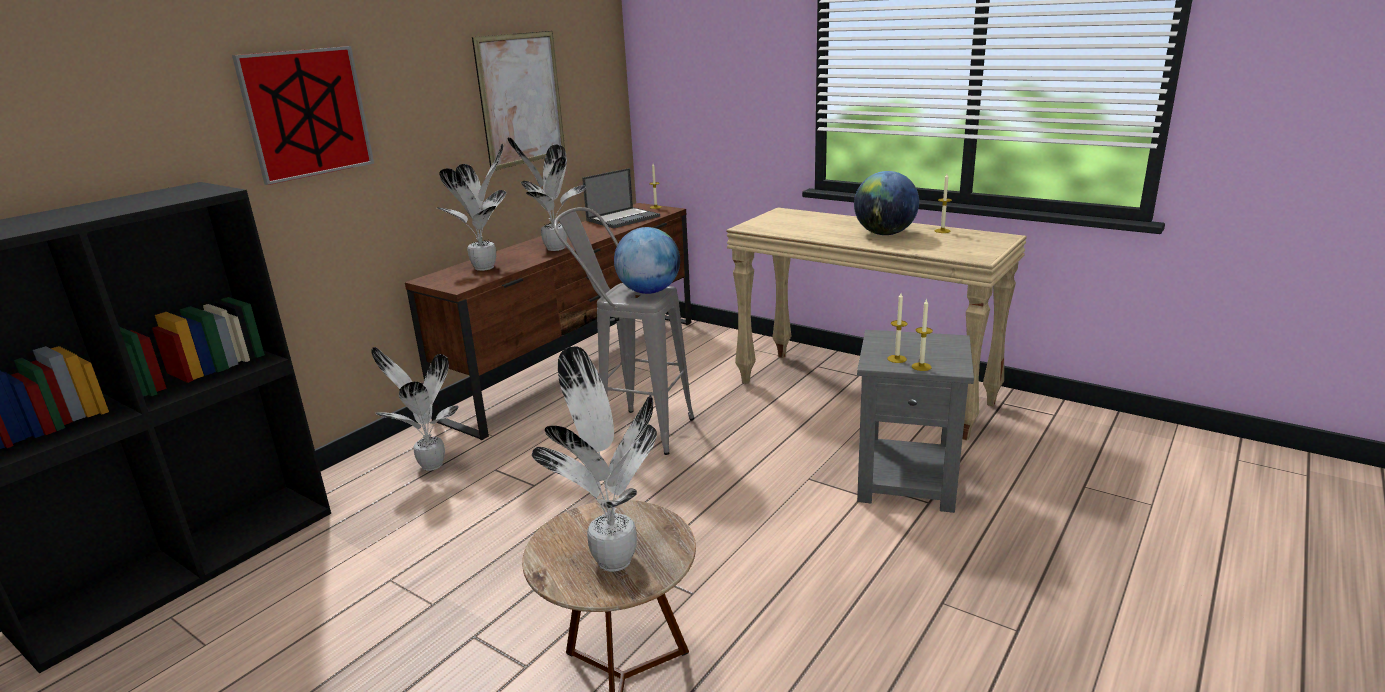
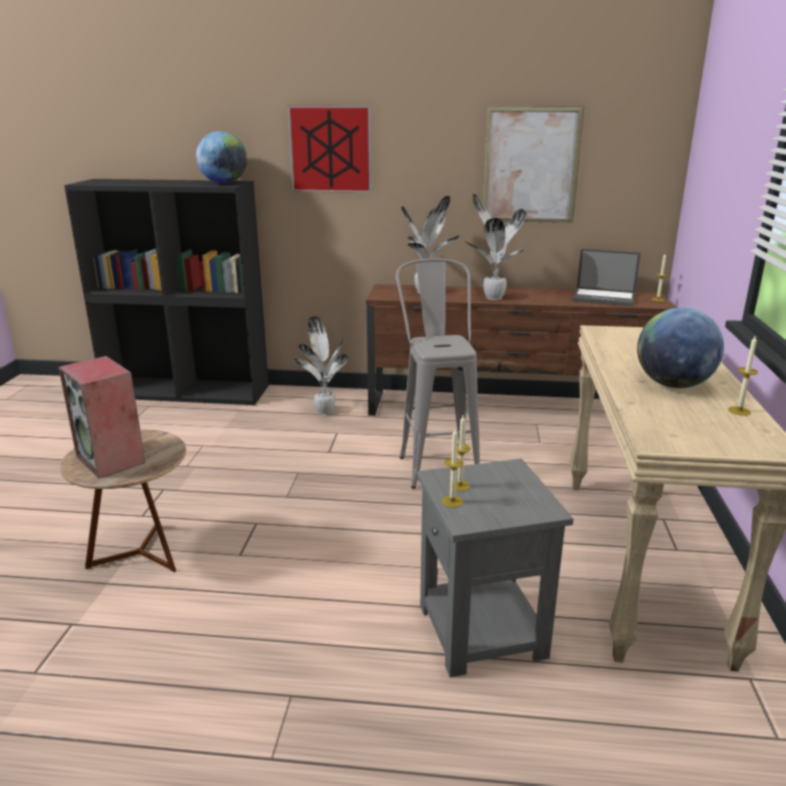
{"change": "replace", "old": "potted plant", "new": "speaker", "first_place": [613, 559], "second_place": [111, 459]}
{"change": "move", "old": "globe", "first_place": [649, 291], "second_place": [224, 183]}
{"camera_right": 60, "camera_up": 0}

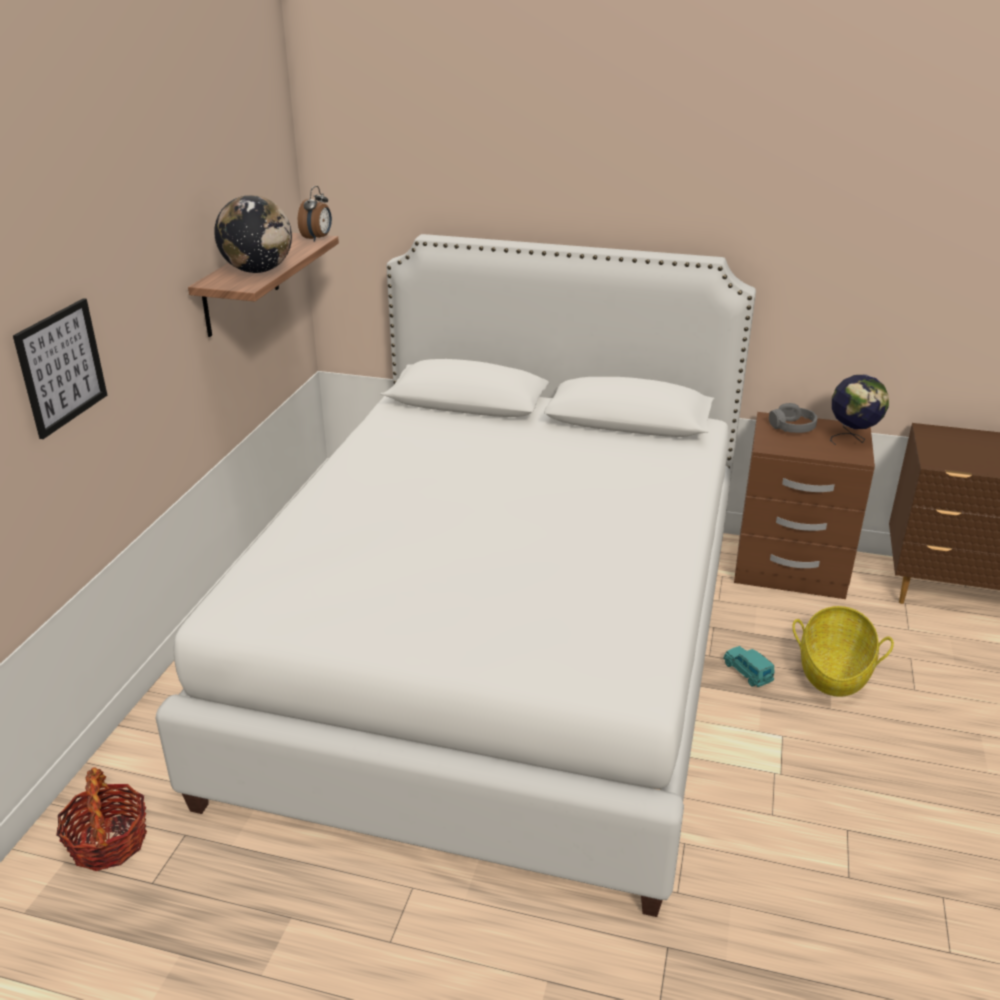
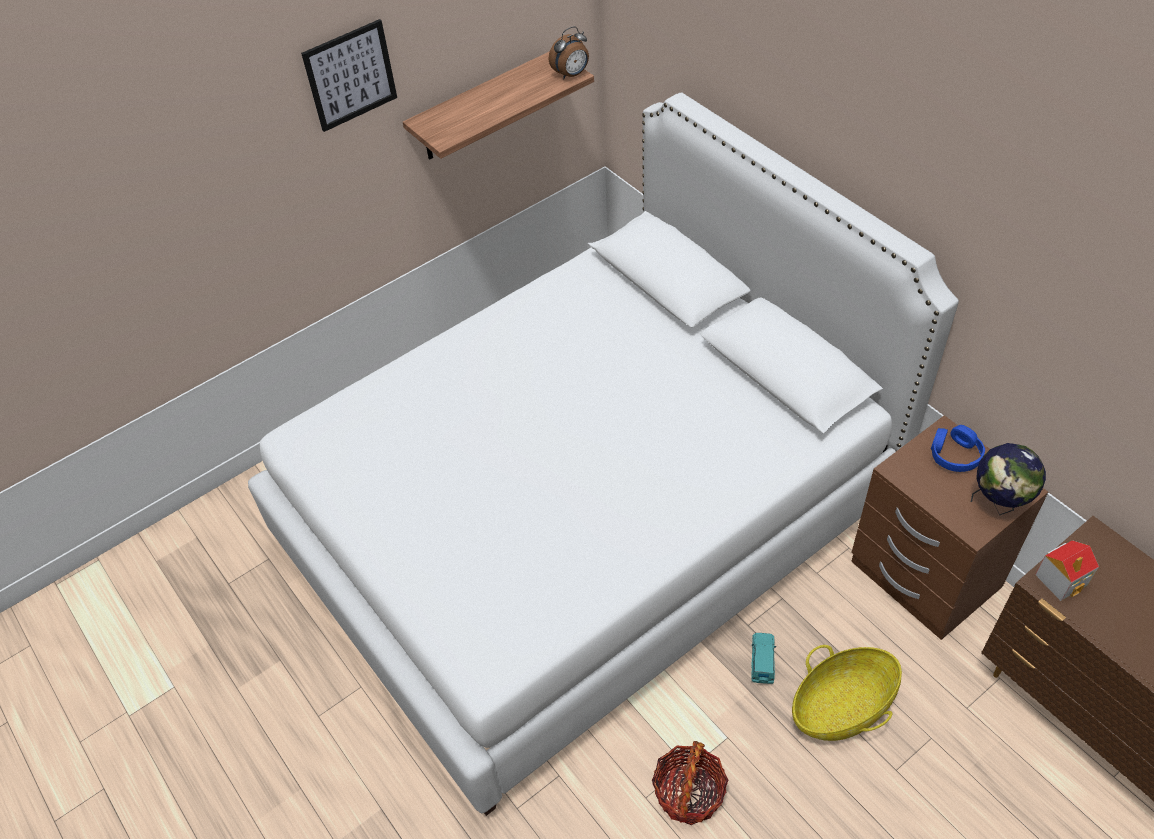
{"change": "move", "old": "picture", "first_place": [61, 367], "second_place": [350, 75]}
{"change": "move", "old": "basket", "first_place": [109, 842], "second_place": [689, 793]}
{"change": "delete", "old": "globe", "first_place": [258, 271]}
{"change": "recolor", "old": "headphones in grey", "new": "headphones in blue", "first_place": [792, 427], "second_place": [954, 454]}
{"change": "insert", "new": "toy house", "second_place": [1061, 579]}
{"camera_right": 40, "camera_up": 20}

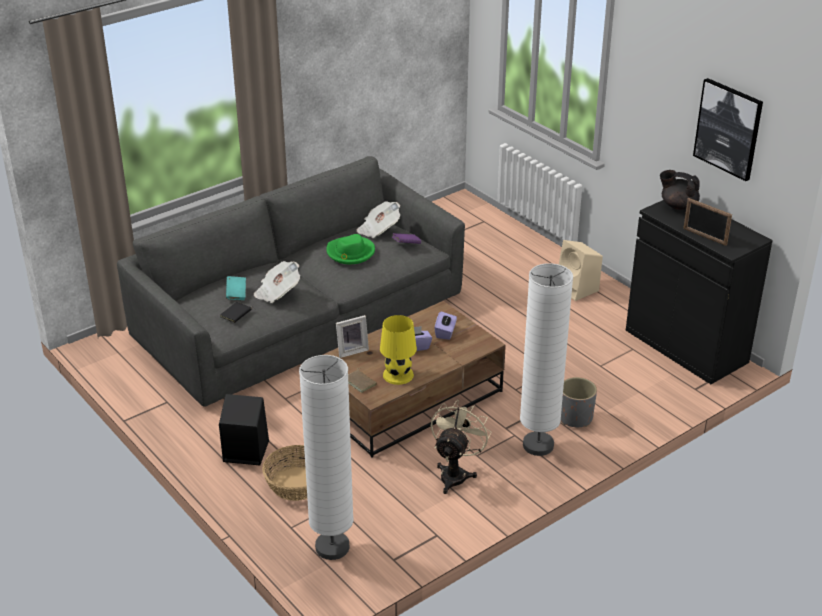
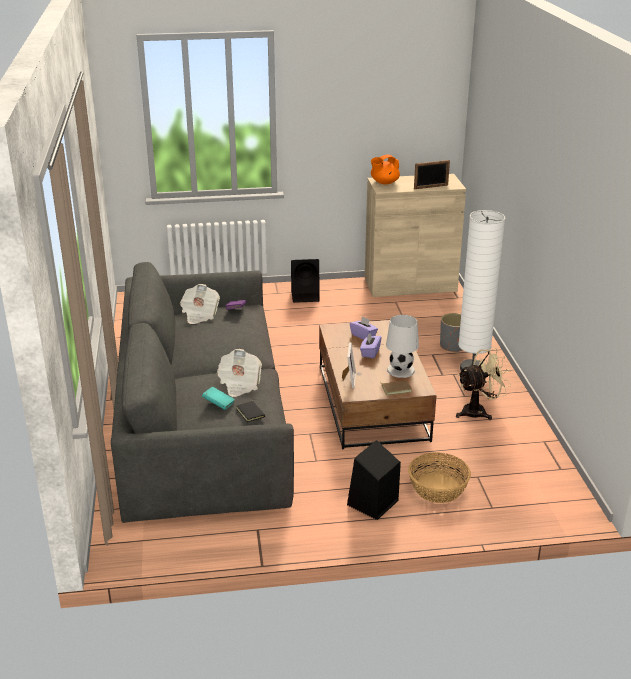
{"change": "delete", "old": "floor lamp in white", "first_place": [332, 547]}
{"change": "delete", "old": "hat in green", "first_place": [350, 253]}
{"change": "recolor", "old": "table lamp in yellow", "new": "table lamp in white", "first_place": [398, 374], "second_place": [400, 370]}
{"change": "rotate", "old": "fan in beige", "first_place": [455, 473], "second_place": [479, 411], "degrees": 105}
{"change": "recolor", "old": "speaker in beige", "new": "speaker in black", "first_place": [577, 289], "second_place": [306, 296]}
{"change": "recolor", "old": "cabinet in black", "new": "cabinet in beige", "first_place": [686, 346], "second_place": [410, 284]}
{"change": "recolor", "old": "teapot in black", "new": "teapot in orange", "first_place": [678, 206], "second_place": [384, 182]}
{"change": "delete", "old": "picture", "first_place": [728, 128]}
{"camera_right": -60, "camera_up": -5}

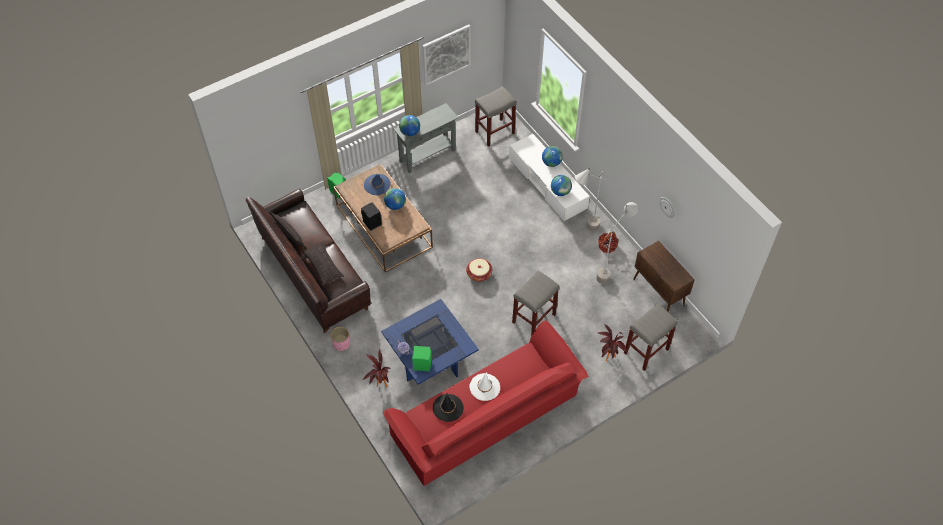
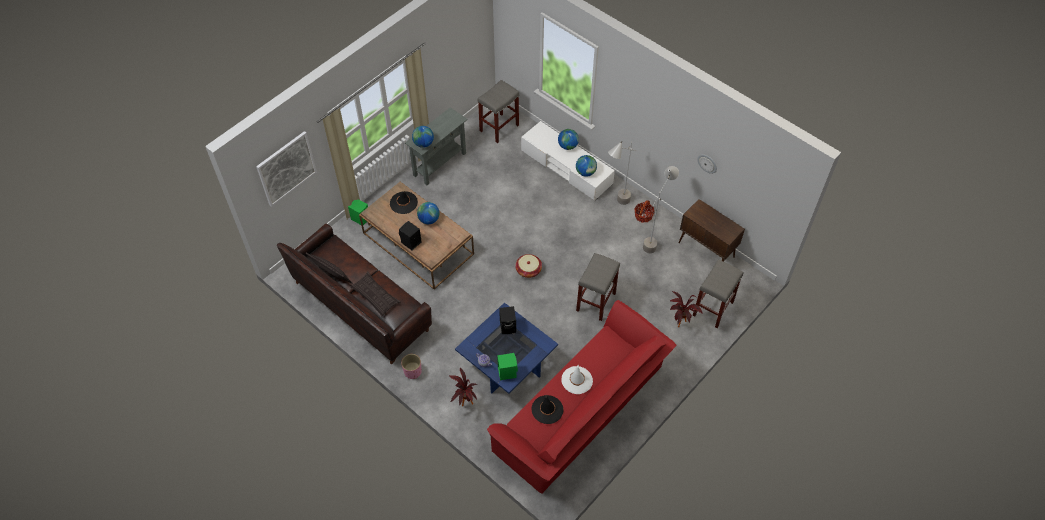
{"change": "recolor", "old": "hat in blue", "new": "hat in black", "first_place": [377, 184], "second_place": [403, 203]}
{"change": "move", "old": "picture", "first_place": [446, 54], "second_place": [286, 168]}
{"change": "insert", "new": "speaker in black", "second_place": [508, 326]}
{"camera_right": -15, "camera_up": 0}

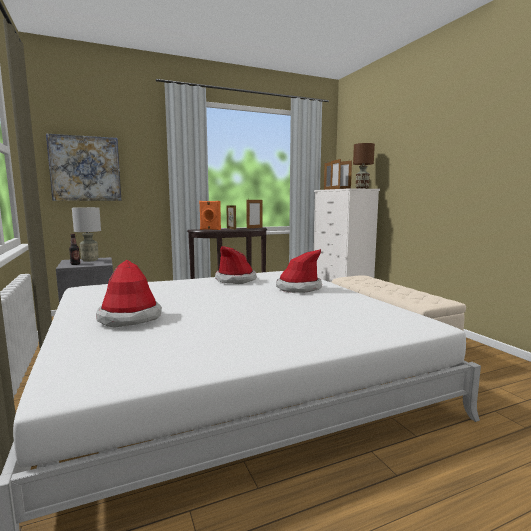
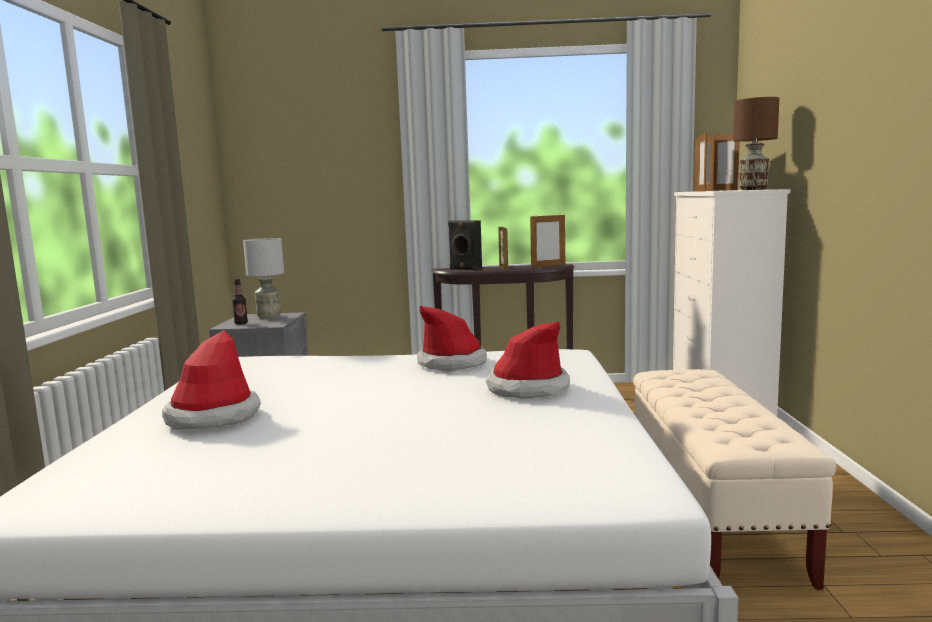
{"change": "delete", "old": "picture", "first_place": [85, 169]}
{"change": "recolor", "old": "speaker in orange", "new": "speaker in black", "first_place": [210, 229], "second_place": [465, 269]}
{"camera_right": 25, "camera_up": 0}

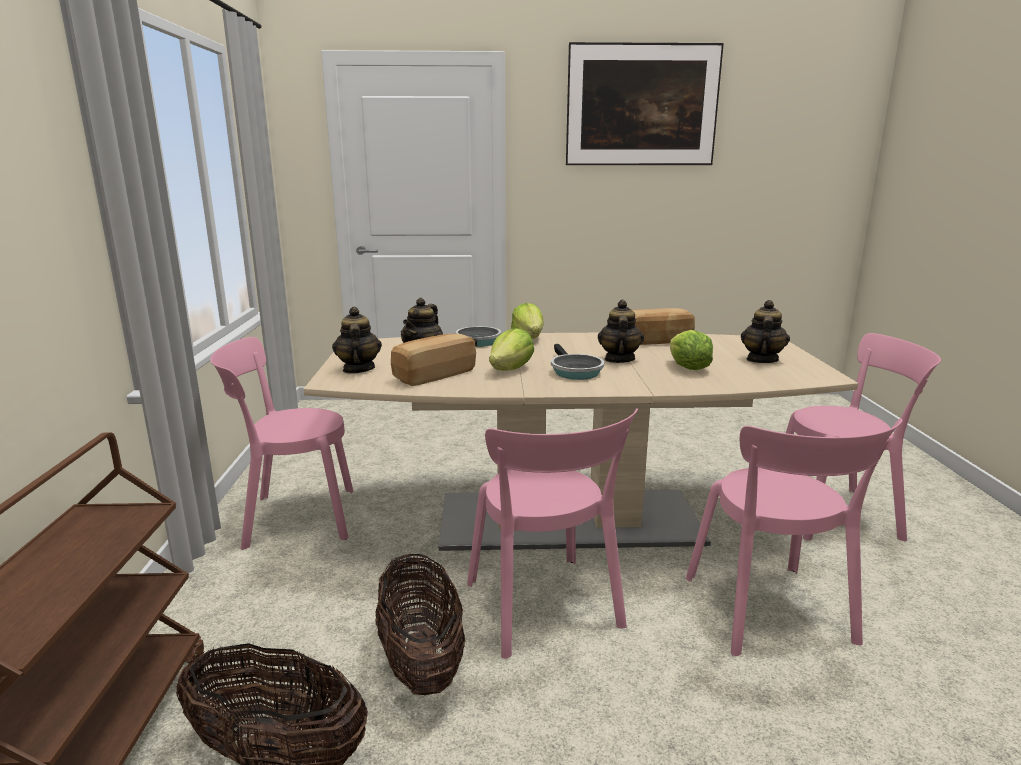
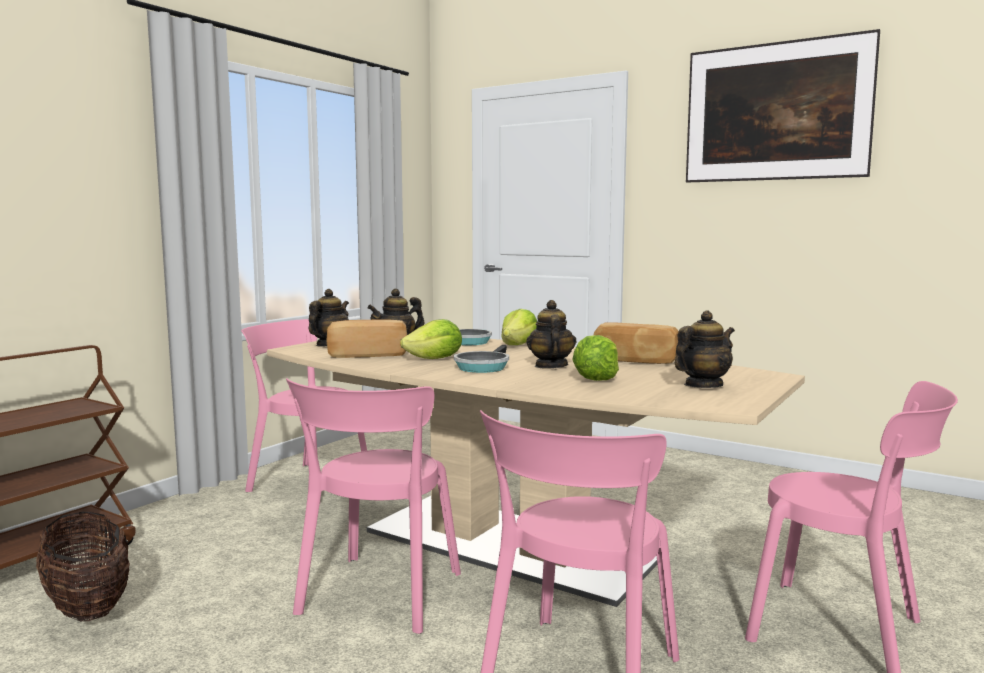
{"change": "delete", "old": "basket", "first_place": [421, 661]}
{"change": "rotate", "old": "teapot", "first_place": [619, 359], "second_place": [550, 366], "degrees": -45}
{"camera_right": 35, "camera_up": -10}

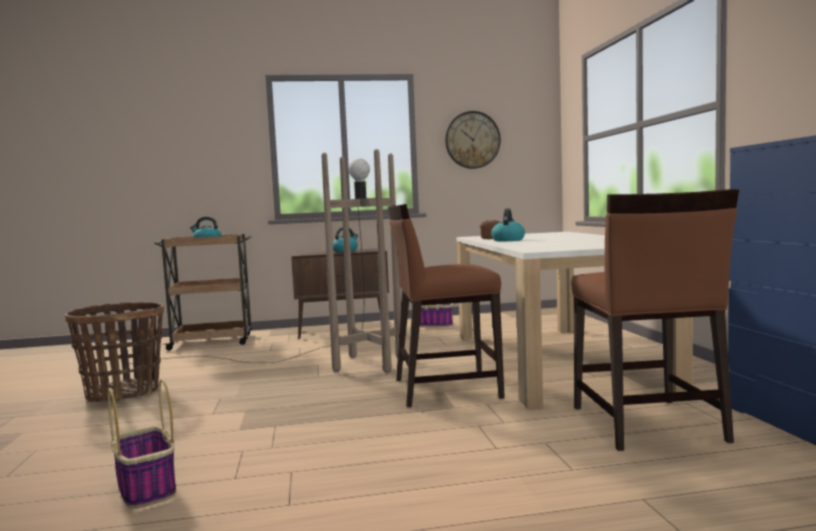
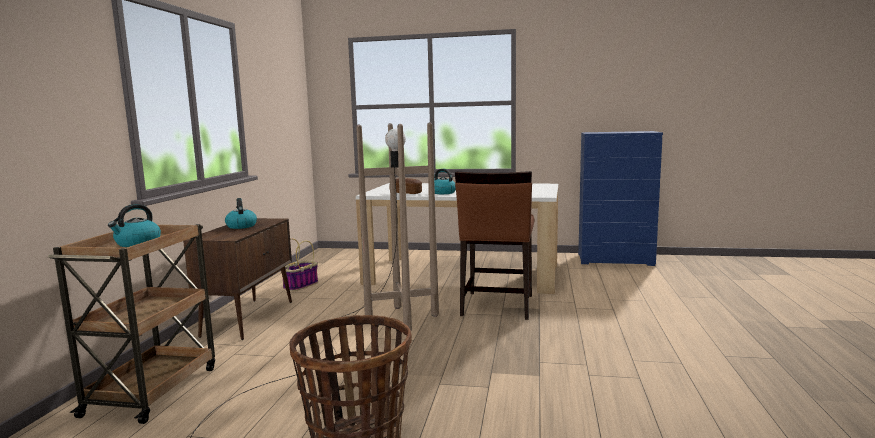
{"change": "delete", "old": "basket", "first_place": [146, 488]}
{"change": "delete", "old": "wall clock", "first_place": [472, 140]}
{"change": "delete", "old": "chair in brown", "first_place": [646, 424]}
{"camera_right": -70, "camera_up": 5}

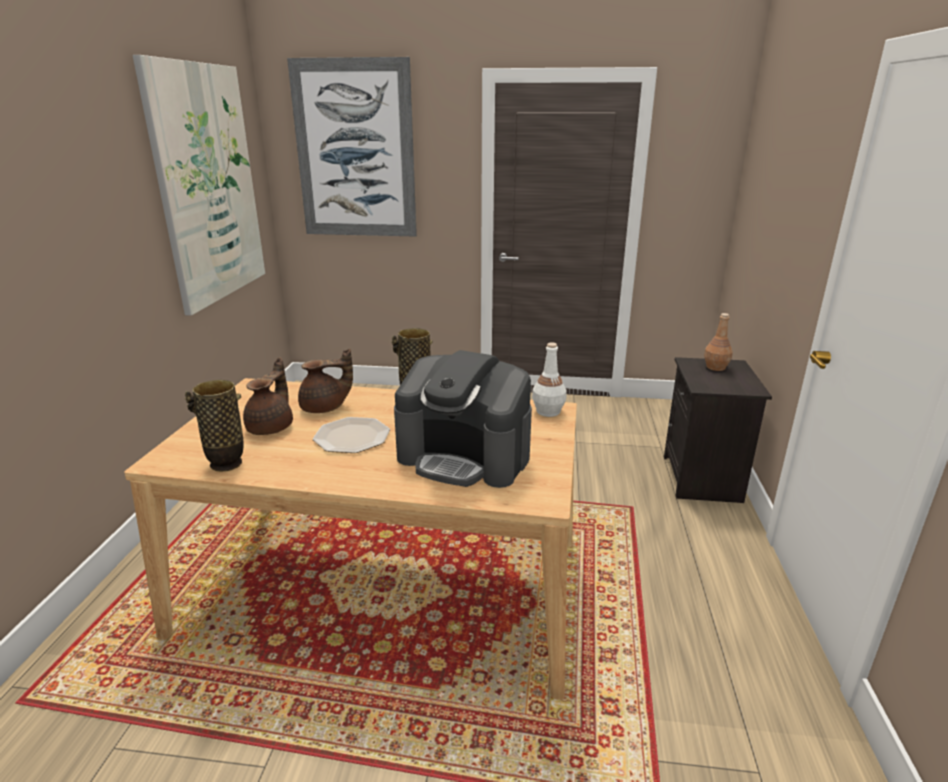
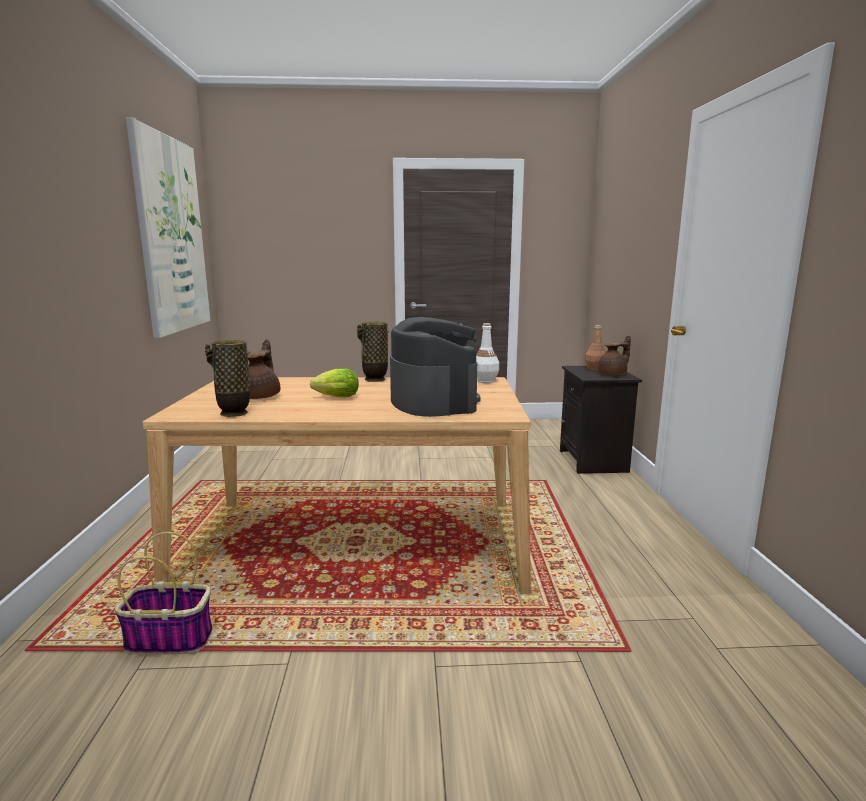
{"change": "delete", "old": "picture", "first_place": [355, 151]}
{"change": "move", "old": "teapot in brown", "first_place": [325, 408], "second_place": [613, 374]}
{"change": "replace", "old": "plate", "new": "lettuce", "first_place": [352, 437], "second_place": [334, 397]}
{"change": "rotate", "old": "coffee machine", "first_place": [465, 457], "second_place": [433, 401], "degrees": -120}
{"change": "insert", "new": "basket", "second_place": [171, 639]}
{"camera_right": -10, "camera_up": -10}

